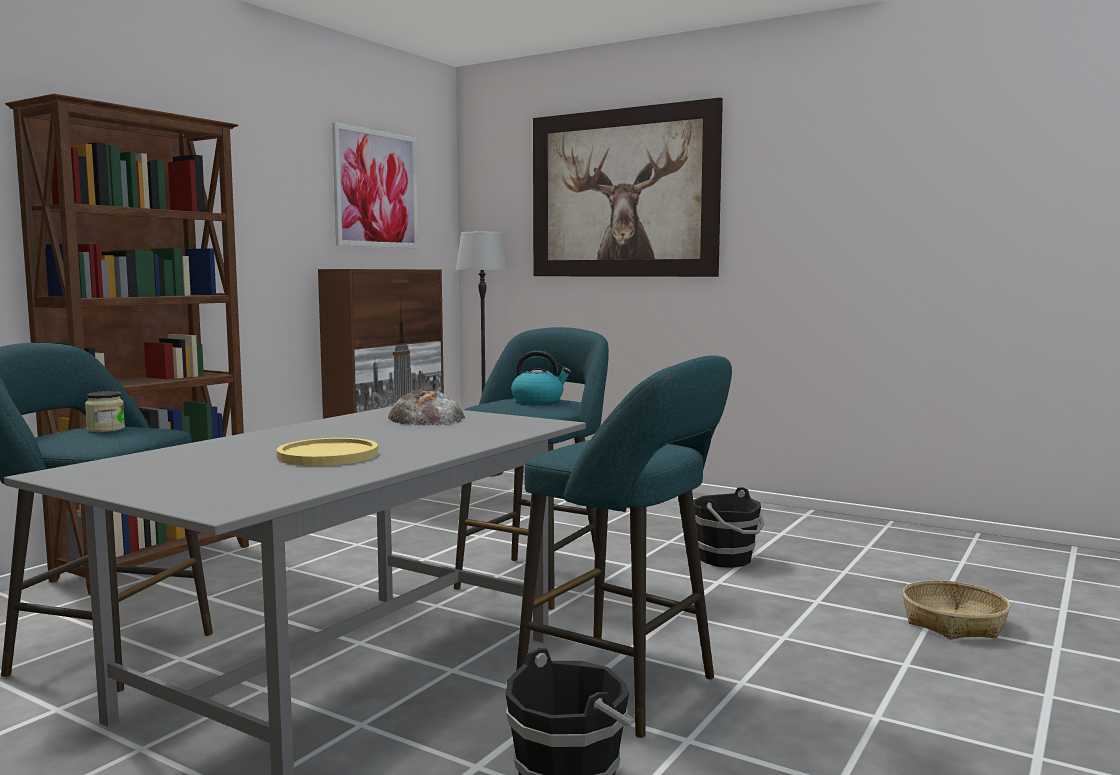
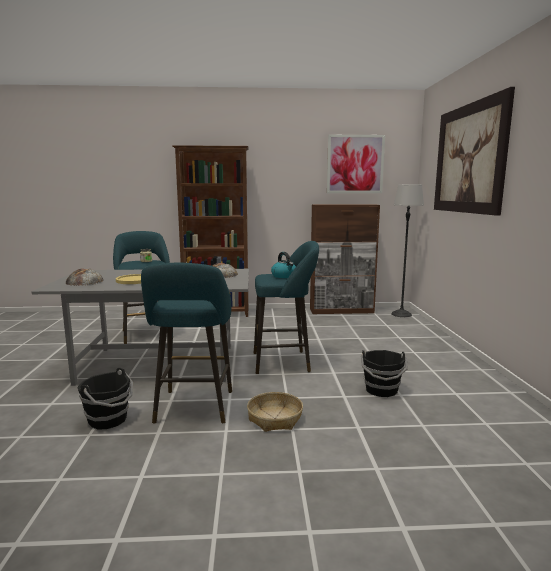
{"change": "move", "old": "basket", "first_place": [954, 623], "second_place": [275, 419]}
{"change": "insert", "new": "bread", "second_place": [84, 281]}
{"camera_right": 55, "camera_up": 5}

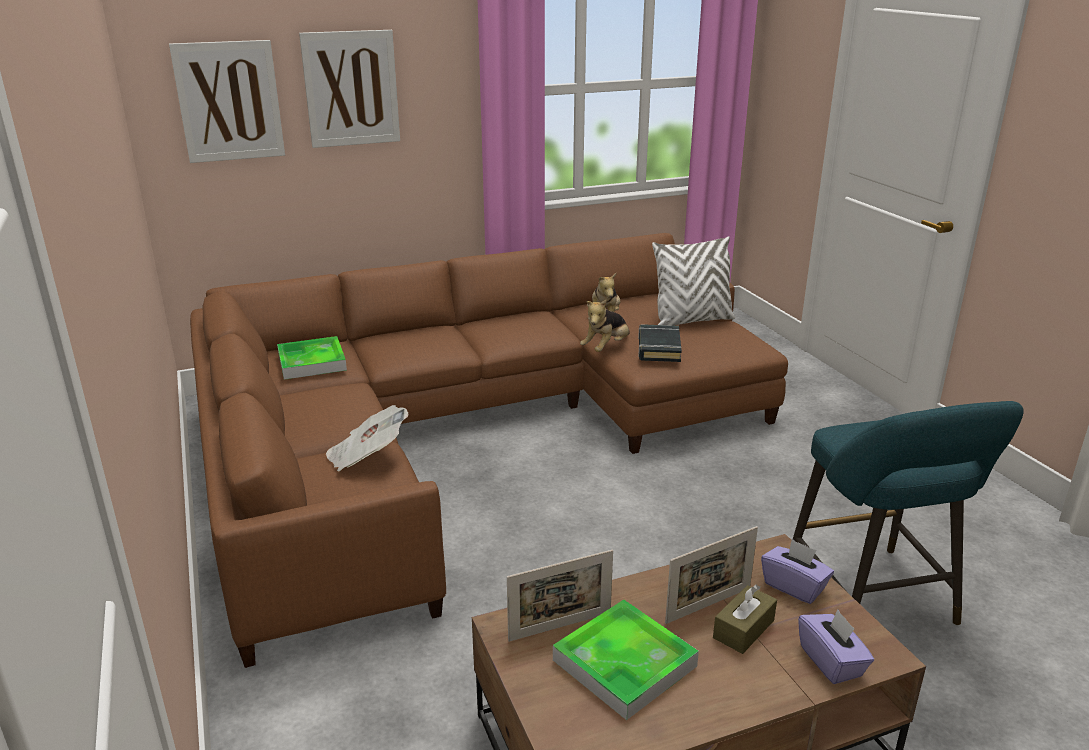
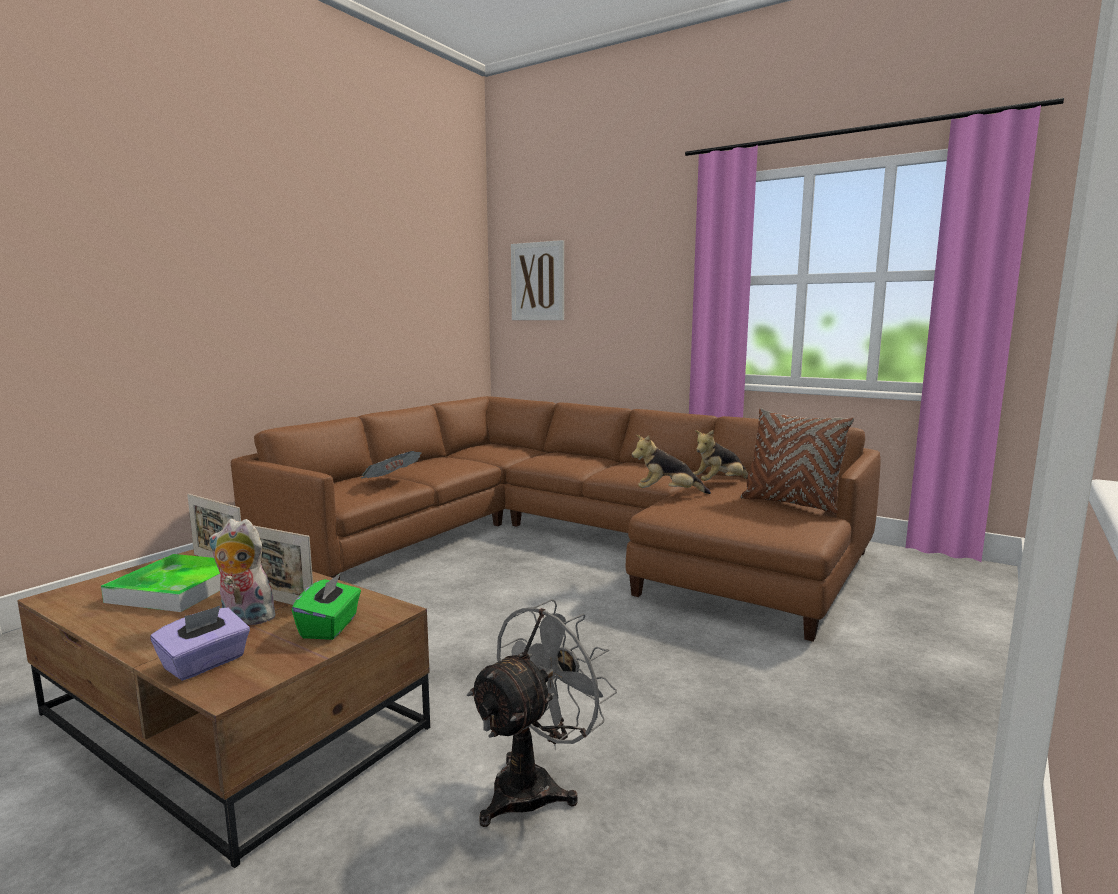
{"change": "delete", "old": "tray", "first_place": [312, 362]}
{"change": "delete", "old": "picture", "first_place": [351, 89]}
{"change": "delete", "old": "book in black", "first_place": [658, 348]}
{"change": "recolor", "old": "pillow in white", "new": "pillow in brown", "first_place": [691, 321], "second_place": [791, 504]}
{"change": "replace", "old": "tissue box in brown", "new": "plush toy", "first_place": [743, 629], "second_place": [244, 619]}
{"change": "recolor", "old": "tissue box in purple", "new": "tissue box in green", "first_place": [794, 586], "second_place": [330, 627]}
{"change": "replace", "old": "stool in turquoise", "new": "fan in grey", "first_place": [874, 601], "second_place": [535, 785]}
{"camera_right": 55, "camera_up": -15}

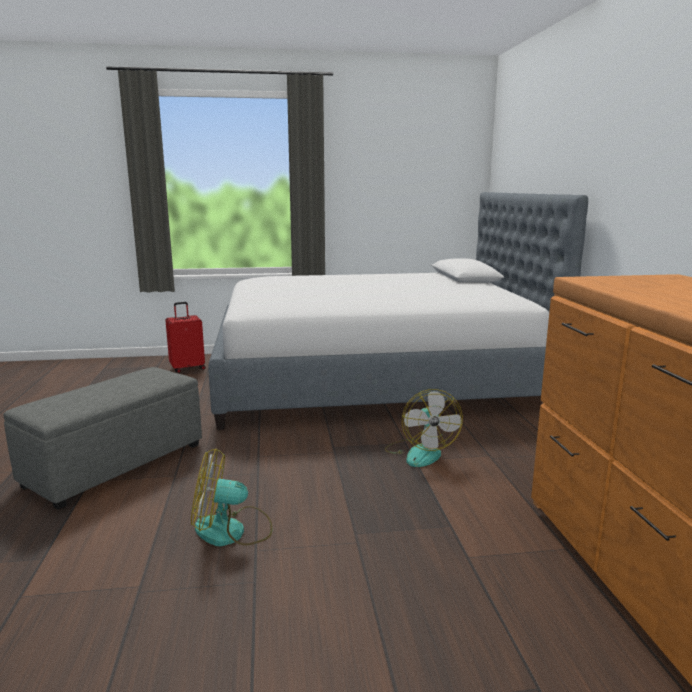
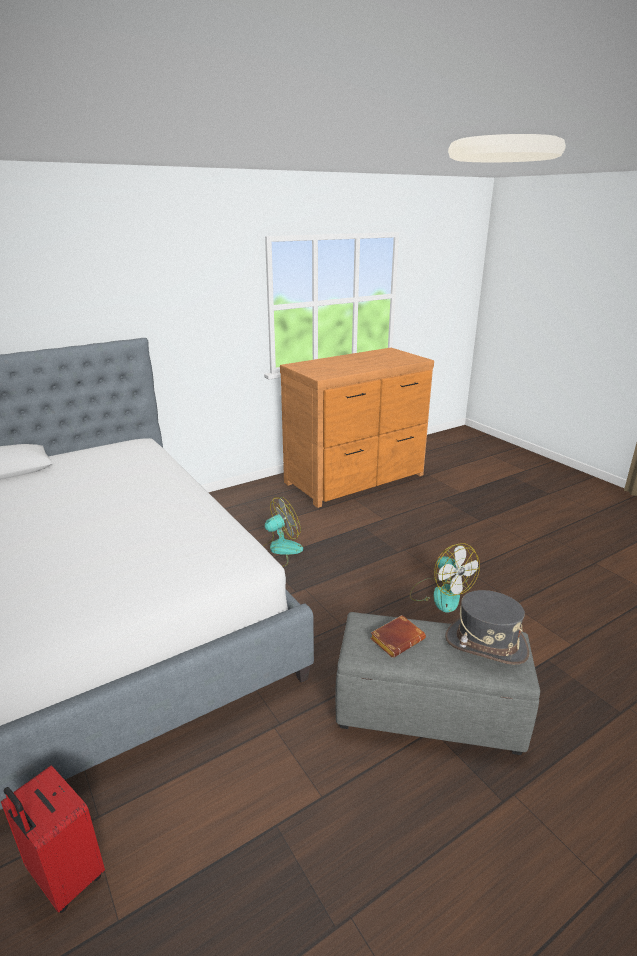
{"change": "insert", "new": "book in brown", "second_place": [397, 638]}
{"change": "insert", "new": "hat in grey", "second_place": [486, 644]}
{"camera_right": -115, "camera_up": 10}

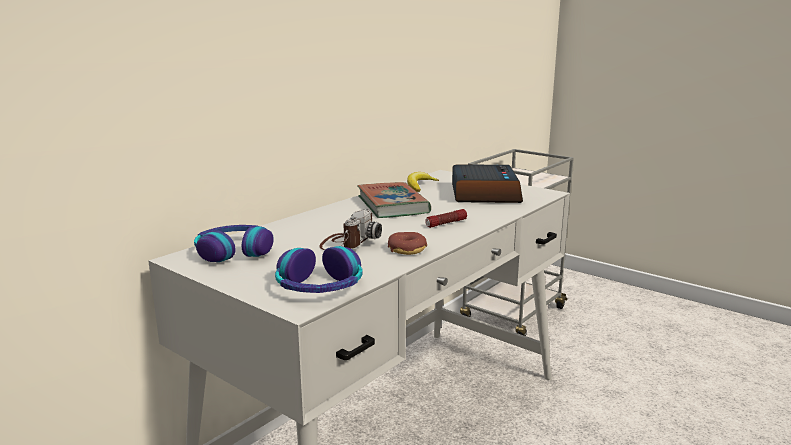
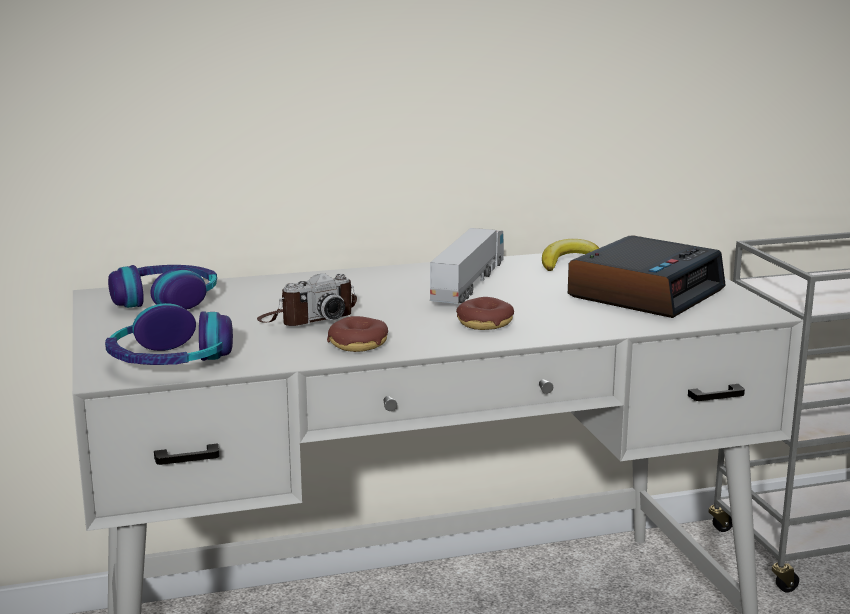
{"change": "replace", "old": "book", "new": "toy truck", "first_place": [392, 205], "second_place": [468, 283]}
{"change": "replace", "old": "flashlight", "new": "donut", "first_place": [446, 223], "second_place": [485, 323]}
{"camera_right": 35, "camera_up": 0}

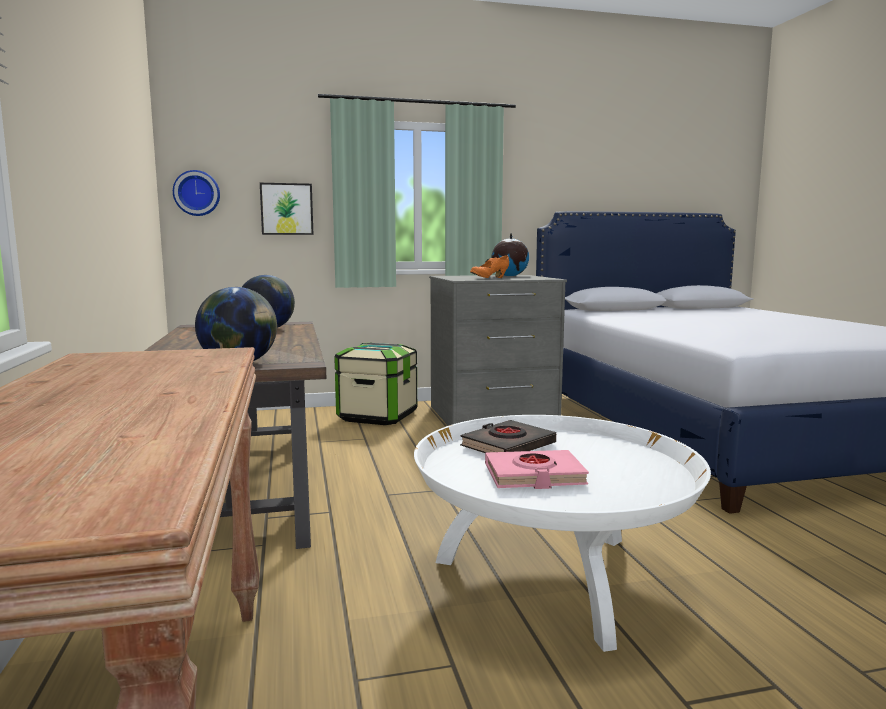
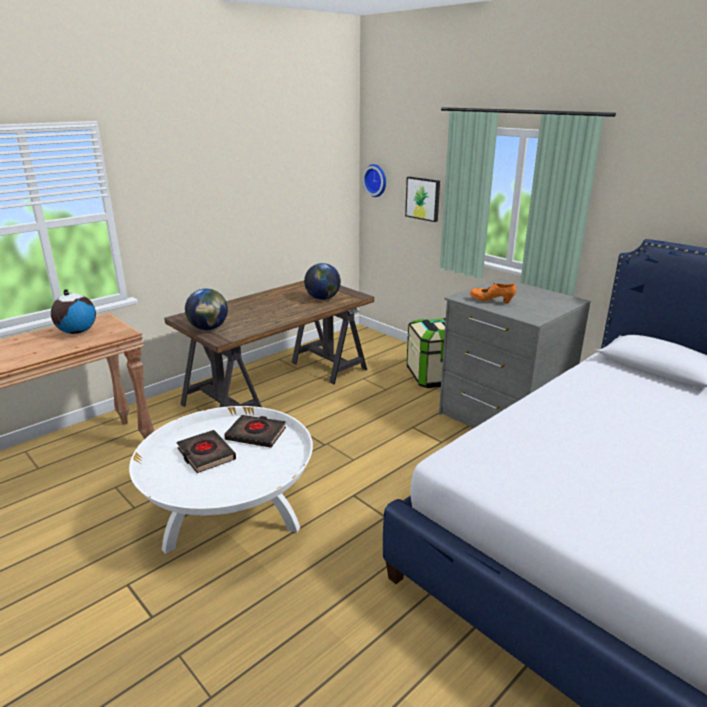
{"change": "recolor", "old": "book in pink", "new": "book in black", "first_place": [534, 476], "second_place": [206, 454]}
{"change": "move", "old": "globe", "first_place": [509, 276], "second_place": [77, 332]}
{"camera_right": 60, "camera_up": 15}

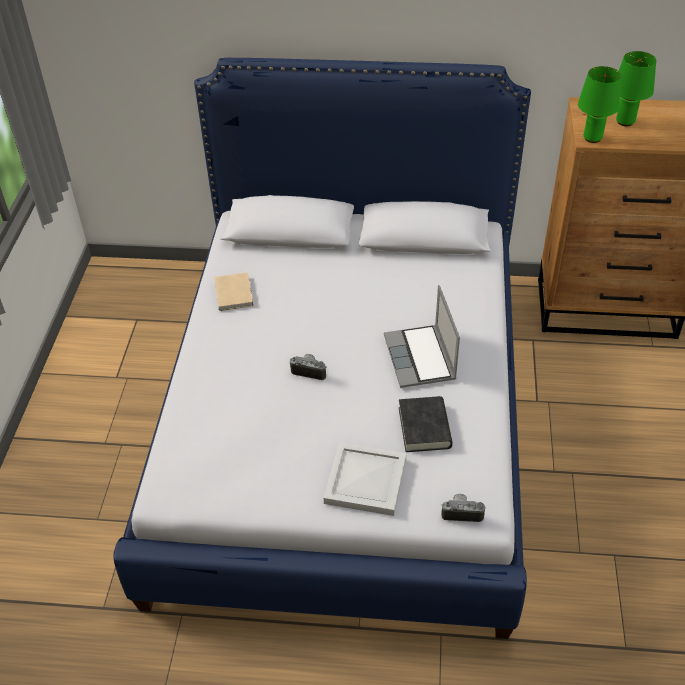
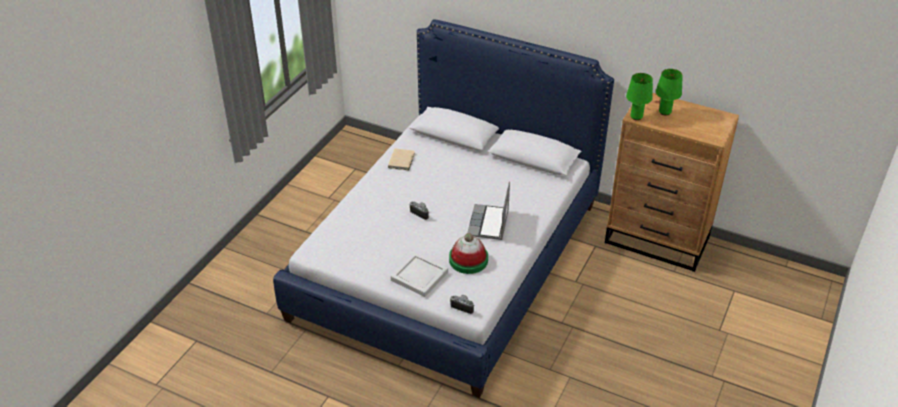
{"change": "replace", "old": "book in black", "new": "hat", "first_place": [424, 428], "second_place": [468, 260]}
{"camera_right": 20, "camera_up": -5}

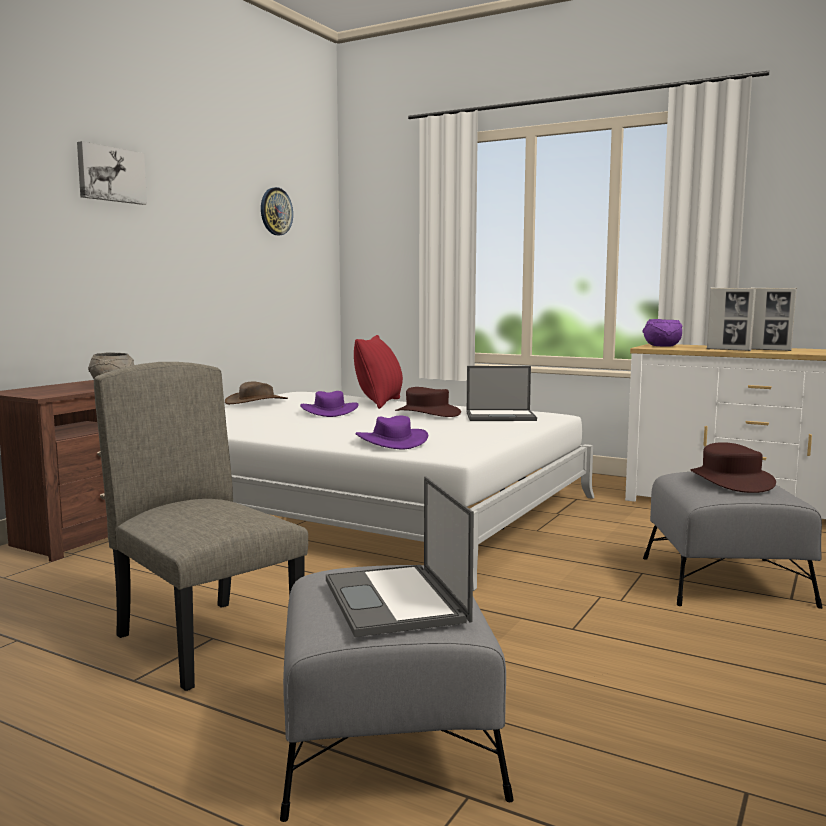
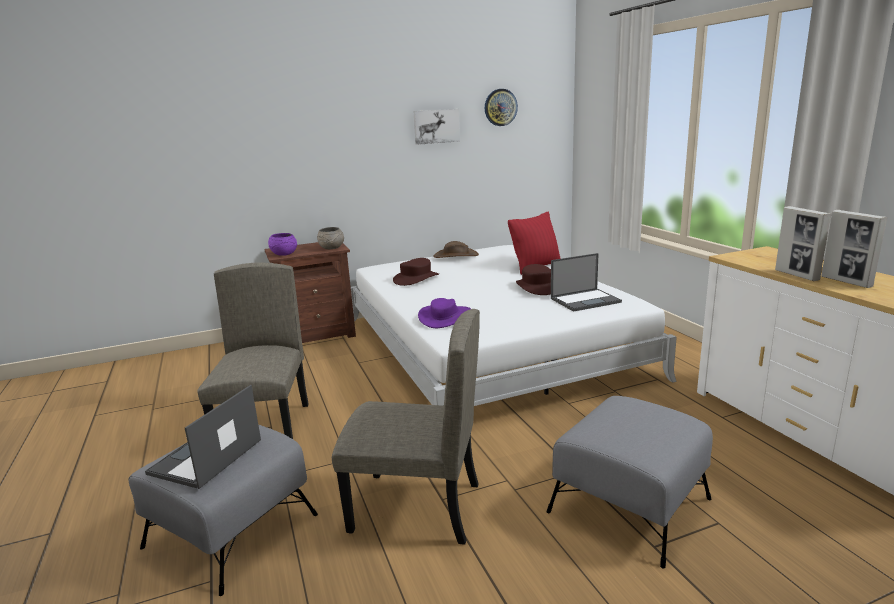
{"change": "move", "old": "picture", "first_place": [110, 174], "second_place": [436, 126]}
{"change": "delete", "old": "hat in purple", "first_place": [329, 411]}
{"change": "rotate", "old": "laptop", "first_place": [501, 416], "second_place": [585, 300], "degrees": -60}
{"change": "move", "old": "bowl in purple", "first_place": [661, 346], "second_place": [284, 254]}
{"change": "move", "old": "hat in brown", "first_place": [730, 481], "second_place": [416, 278]}
{"change": "insert", "new": "chair in beige", "second_place": [415, 508]}
{"camera_right": 40, "camera_up": 10}

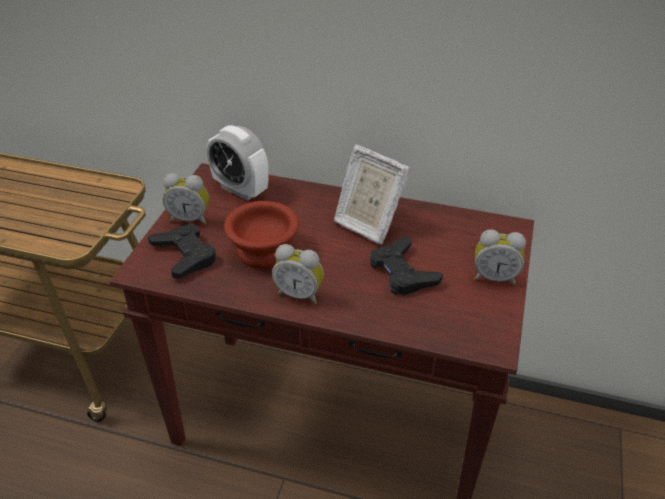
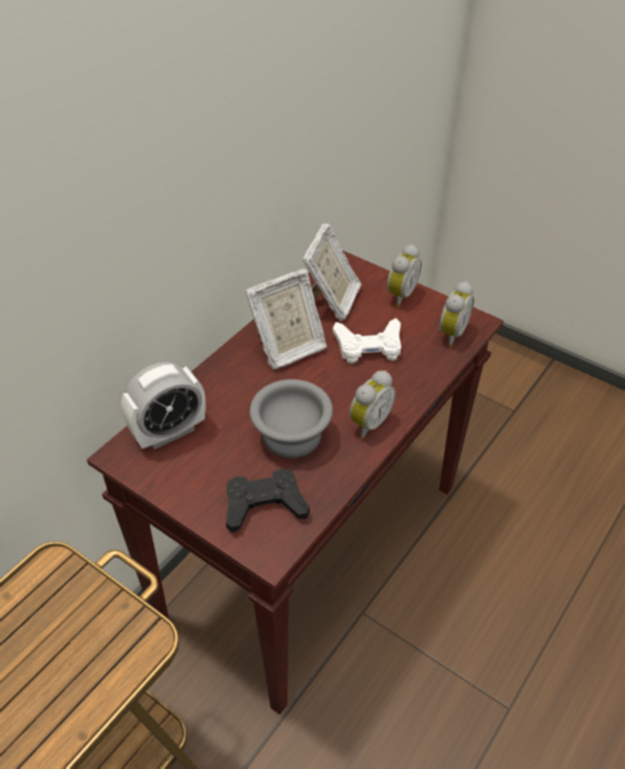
{"change": "move", "old": "alarm clock", "first_place": [190, 219], "second_place": [450, 333]}
{"change": "recolor", "old": "bowl in brown", "new": "bowl in grey", "first_place": [266, 252], "second_place": [293, 434]}
{"change": "recolor", "old": "game controller in black", "new": "game controller in white", "first_place": [402, 272], "second_place": [369, 346]}
{"change": "insert", "new": "picture frame", "second_place": [332, 301]}
{"camera_right": -70, "camera_up": 5}

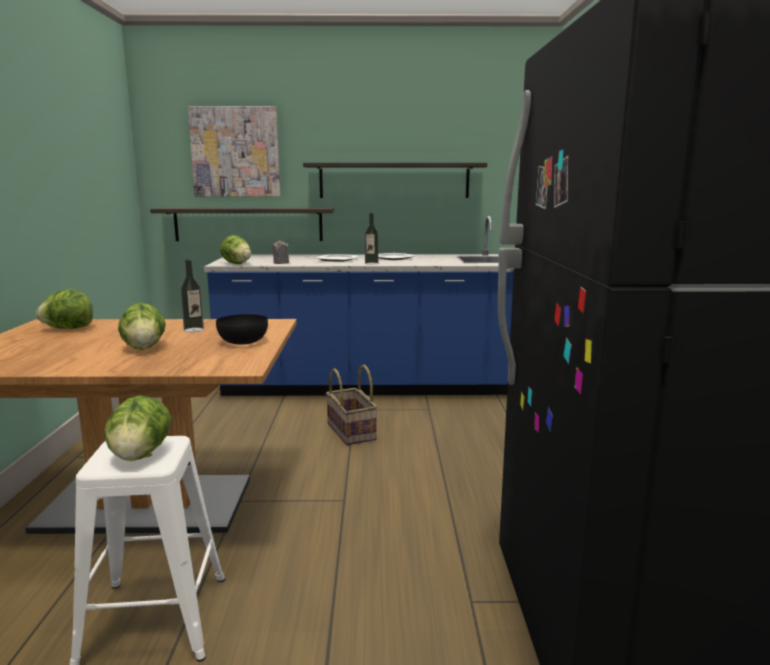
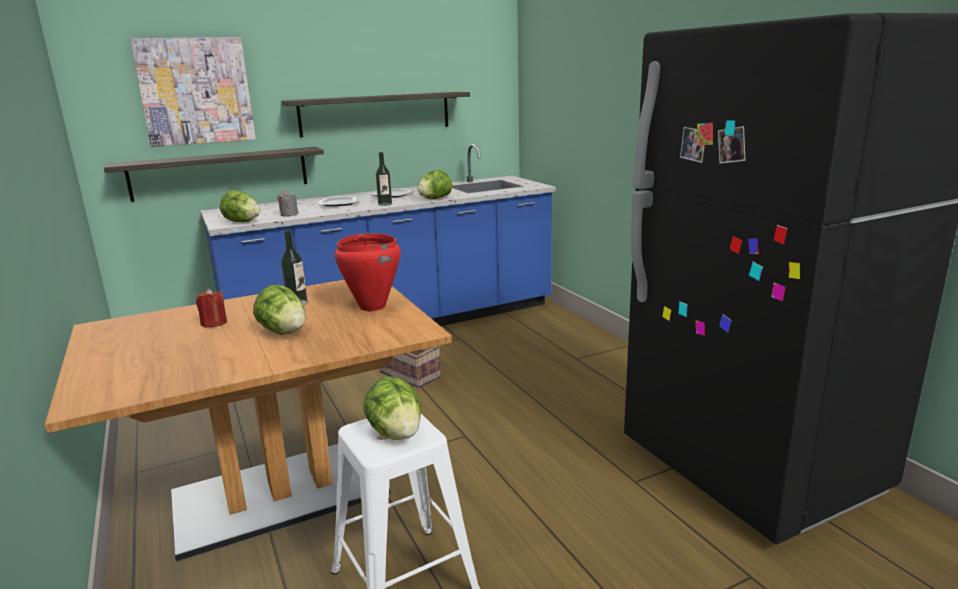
{"change": "move", "old": "lettuce", "first_place": [68, 329], "second_place": [435, 199]}
{"change": "replace", "old": "bowl in black", "new": "cooking pot in red", "first_place": [242, 342], "second_place": [372, 307]}
{"change": "insert", "new": "candle in red", "second_place": [214, 323]}
{"camera_right": -25, "camera_up": 5}

